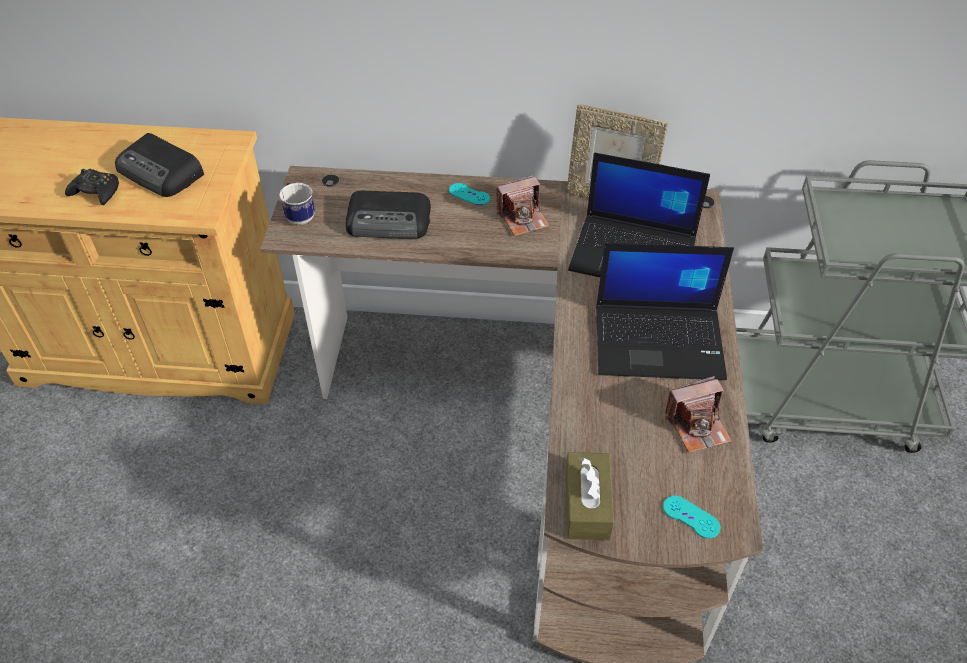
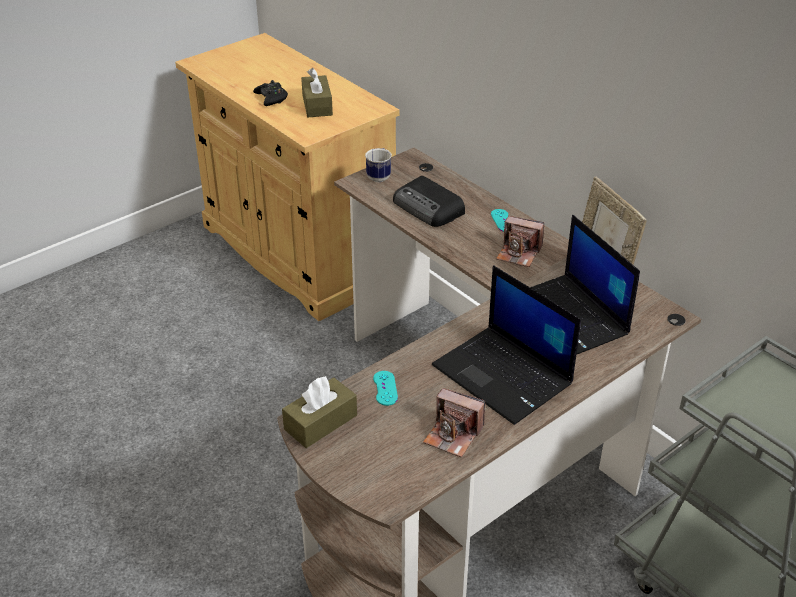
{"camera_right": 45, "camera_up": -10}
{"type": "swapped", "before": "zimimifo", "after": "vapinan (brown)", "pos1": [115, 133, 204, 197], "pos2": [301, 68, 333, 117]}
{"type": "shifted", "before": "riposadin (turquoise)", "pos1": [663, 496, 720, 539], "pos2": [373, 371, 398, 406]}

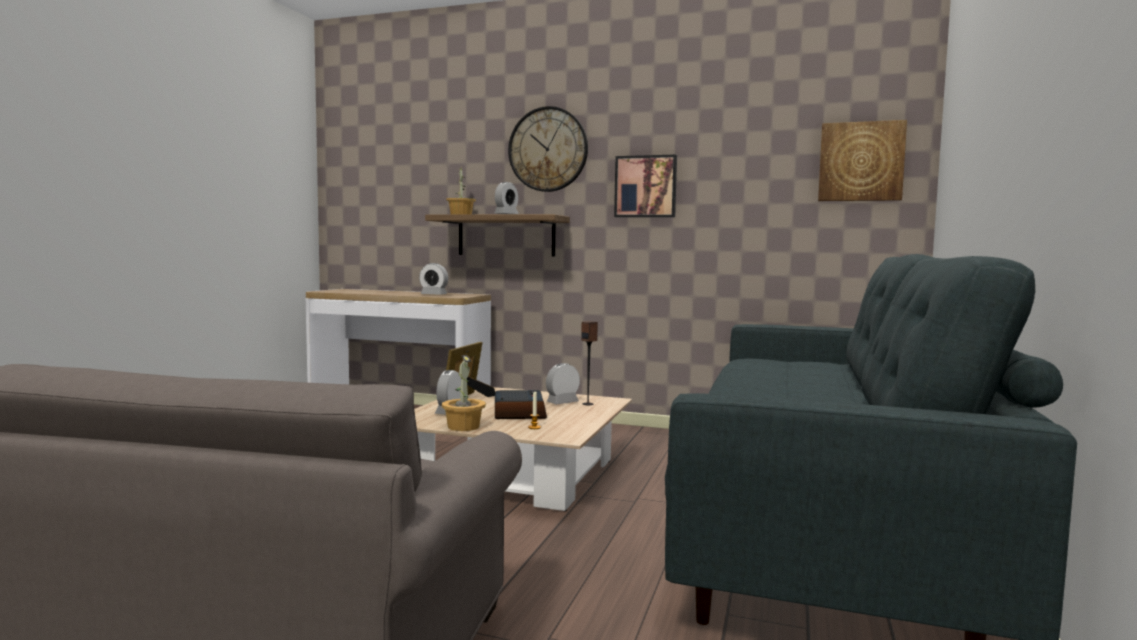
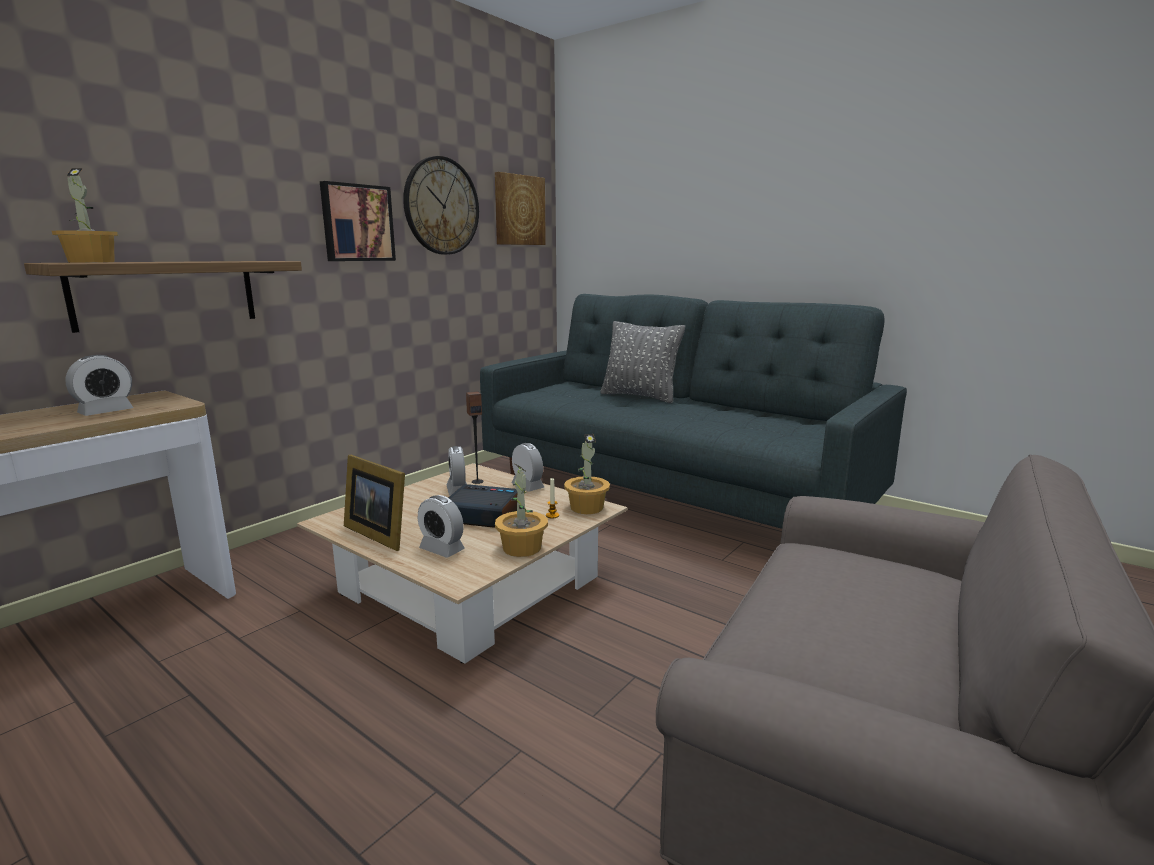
{"camera_right": -70, "camera_up": 10}
{"type": "shifted", "before": "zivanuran", "pos1": [508, 106, 588, 192], "pos2": [403, 156, 479, 255]}
{"type": "shifted", "before": "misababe", "pos1": [494, 182, 519, 214], "pos2": [512, 443, 544, 492]}
{"type": "new", "after": "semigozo", "pos2": [564, 434, 610, 514]}
{"type": "new", "after": "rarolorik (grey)", "pos2": [600, 321, 685, 403]}

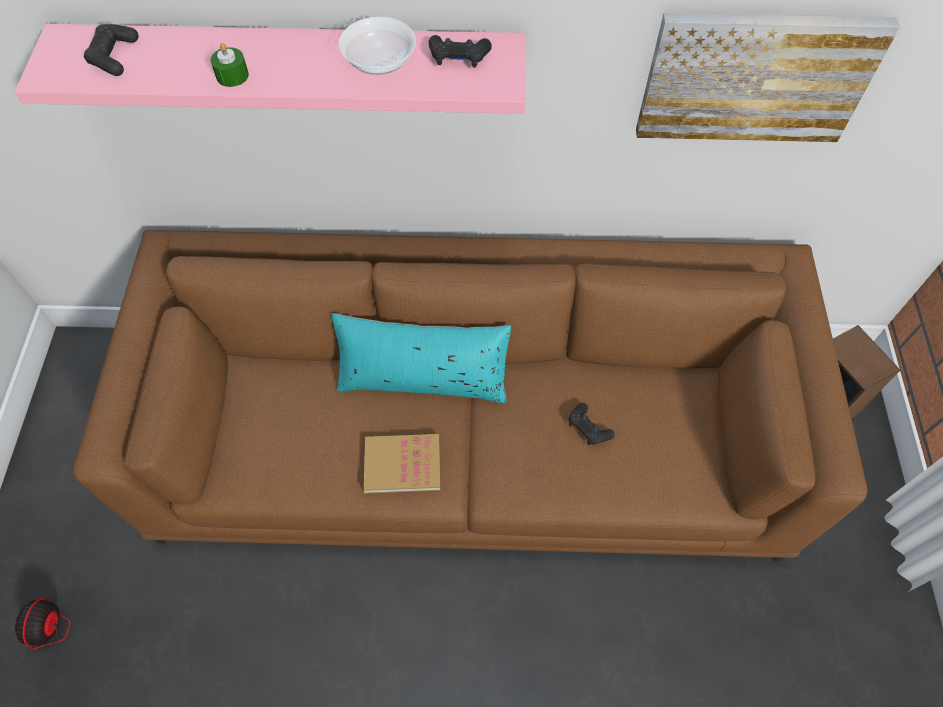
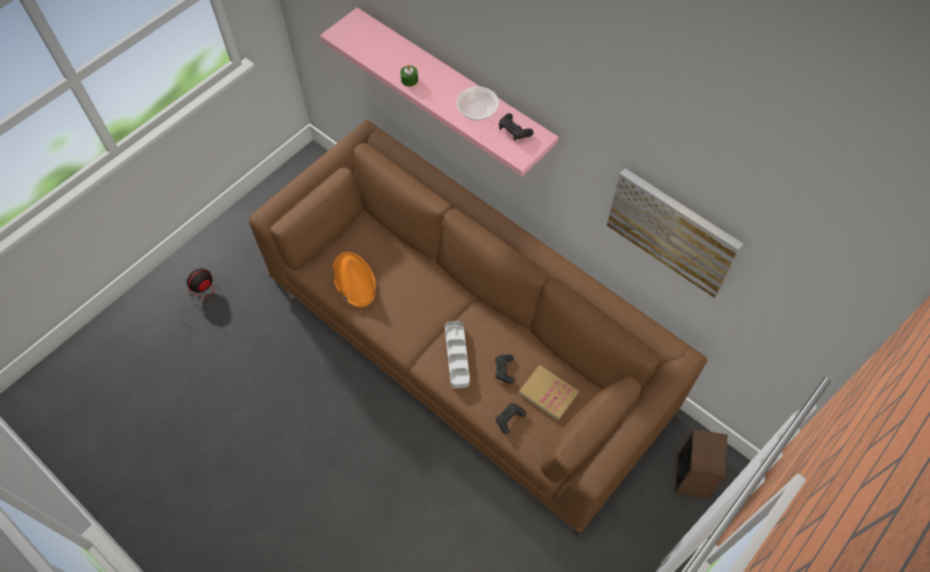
{"camera_right": 40, "camera_up": 0}
{"type": "new", "after": "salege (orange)", "pos2": [333, 252, 376, 307]}
{"type": "new", "after": "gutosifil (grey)", "pos2": [445, 321, 470, 388]}
{"type": "shifted", "before": "riposadin (black)", "pos1": [84, 24, 138, 76], "pos2": [496, 403, 526, 434]}
{"type": "shifted", "before": "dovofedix", "pos1": [364, 434, 440, 494], "pos2": [518, 365, 579, 421]}
{"type": "gone", "before": "rarolorik (turquoise)", "pos1": [332, 313, 511, 403]}

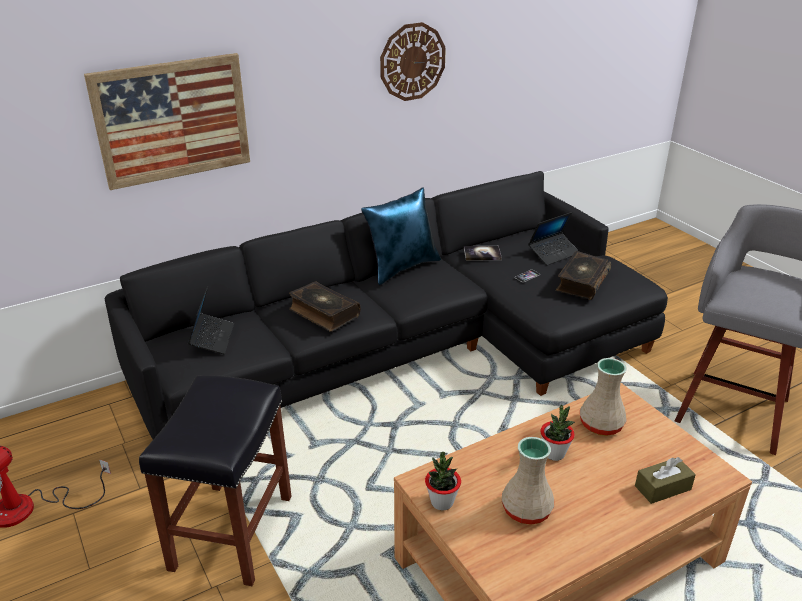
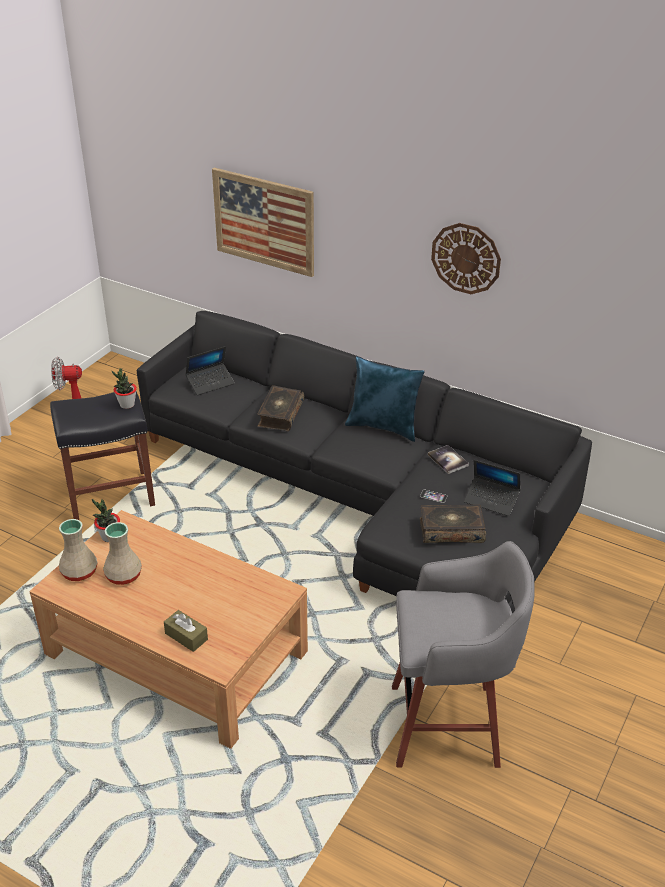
{"camera_right": 60, "camera_up": 5}
{"type": "shifted", "before": "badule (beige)", "pos1": [580, 358, 627, 436], "pos2": [59, 519, 97, 581]}
{"type": "shifted", "before": "semigozo", "pos1": [540, 405, 575, 461], "pos2": [112, 368, 137, 409]}

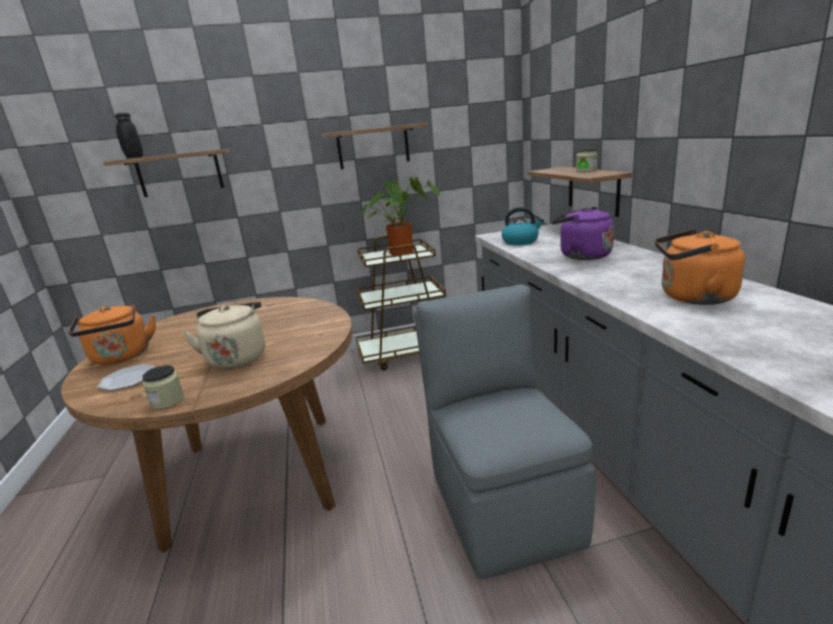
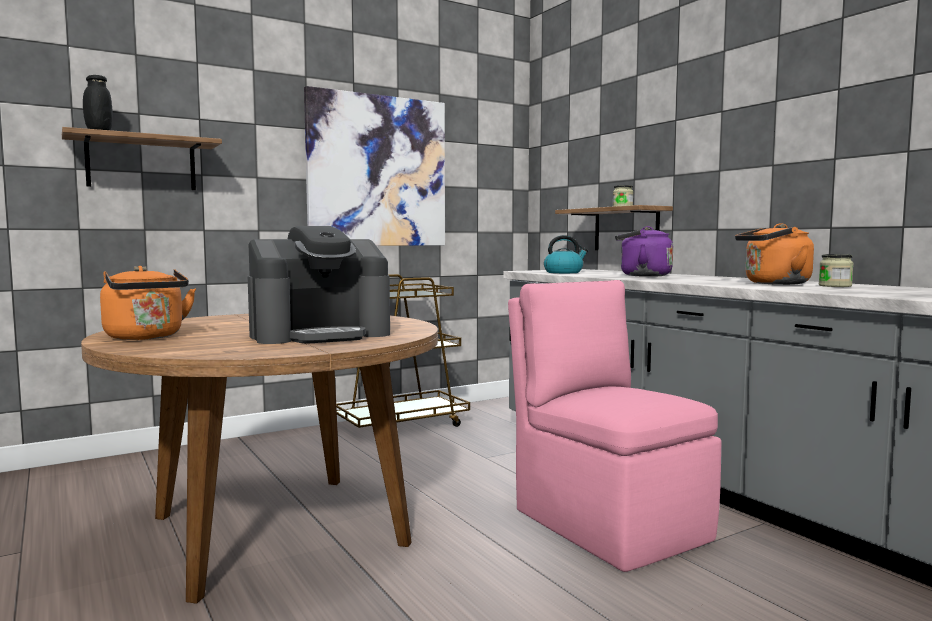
{"camera_right": -20, "camera_up": -15}
{"type": "swapped", "before": "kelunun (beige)", "after": "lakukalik", "pos1": [183, 302, 265, 369], "pos2": [248, 226, 390, 344]}
{"type": "swapped", "before": "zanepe", "after": "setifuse", "pos1": [322, 123, 428, 169], "pos2": [304, 86, 445, 246]}
{"type": "repainted", "before": "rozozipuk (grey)", "after": "rozozipuk (pink)", "pos1": [414, 284, 596, 579], "pos2": [508, 280, 721, 572]}
{"type": "shifted", "before": "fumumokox", "pos1": [142, 365, 184, 409], "pos2": [819, 254, 854, 287]}
{"type": "gone", "before": "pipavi", "pos1": [98, 364, 156, 391]}
{"type": "gone", "before": "semigozo", "pos1": [362, 177, 440, 255]}

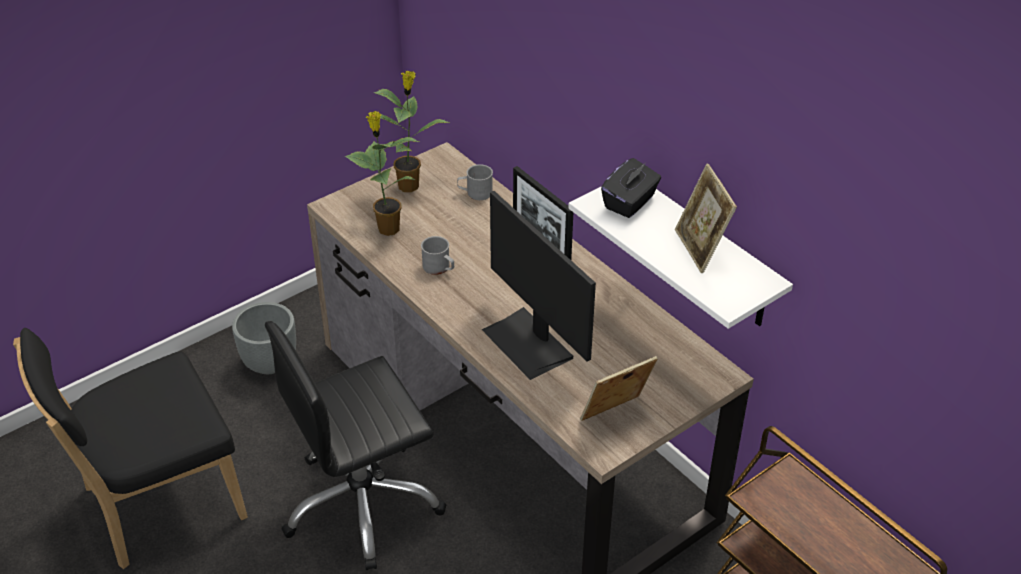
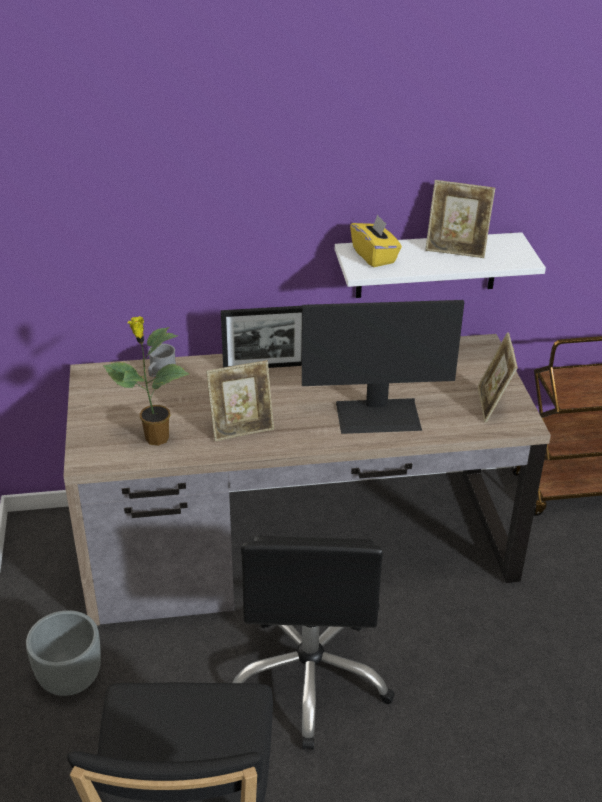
{"camera_right": -60, "camera_up": -5}
{"type": "swapped", "before": "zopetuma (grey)", "after": "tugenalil", "pos1": [421, 236, 454, 275], "pos2": [206, 360, 274, 441]}
{"type": "repainted", "before": "vapinan (black)", "after": "vapinan (yellow)", "pos1": [601, 158, 661, 218], "pos2": [350, 214, 402, 267]}
{"type": "gone", "before": "semigozo", "pos1": [373, 71, 450, 192]}

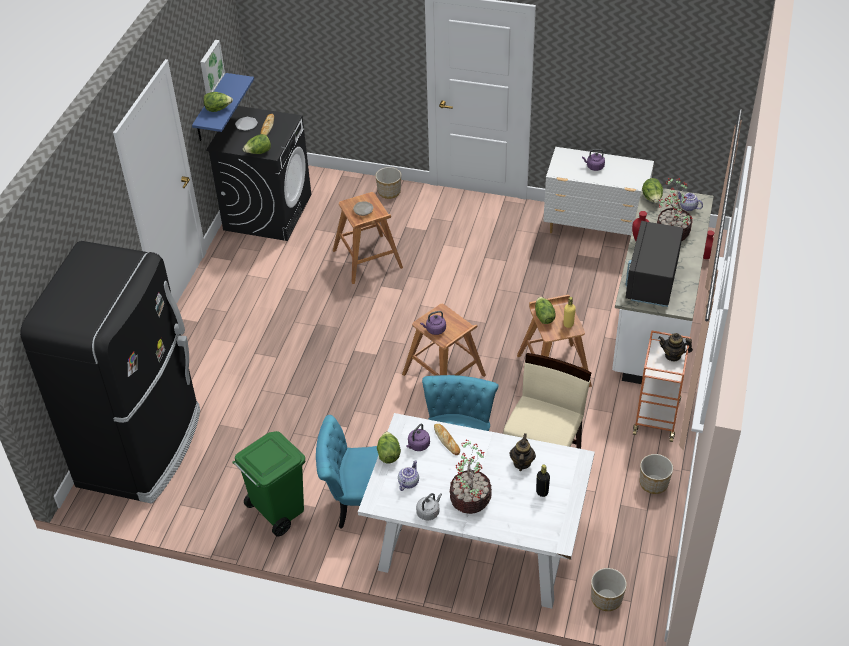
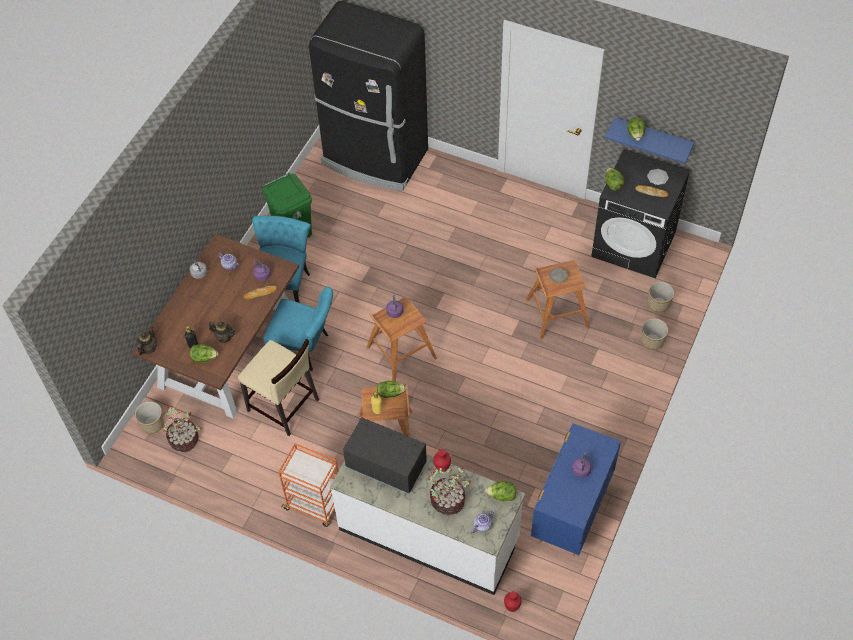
{"camera_right": 100, "camera_up": 10}
{"type": "repainted", "before": "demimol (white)", "after": "demimol (brown)", "pos1": [358, 413, 595, 609], "pos2": [133, 234, 299, 419]}
{"type": "shifted", "before": "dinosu", "pos1": [658, 333, 693, 361], "pos2": [137, 327, 157, 356]}
{"type": "shifted", "before": "semigozo", "pos1": [450, 439, 492, 514], "pos2": [163, 406, 203, 452]}
{"type": "shifted", "before": "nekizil", "pos1": [377, 431, 401, 463], "pos2": [190, 344, 218, 363]}
{"type": "repainted", "before": "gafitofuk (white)", "after": "gafitofuk (blue)", "pos1": [543, 147, 654, 235], "pos2": [531, 423, 621, 556]}
{"type": "shifted", "before": "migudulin", "pos1": [640, 454, 673, 494], "pos2": [648, 282, 674, 313]}
{"type": "gone", "before": "setifuse", "pos1": [200, 40, 225, 94]}

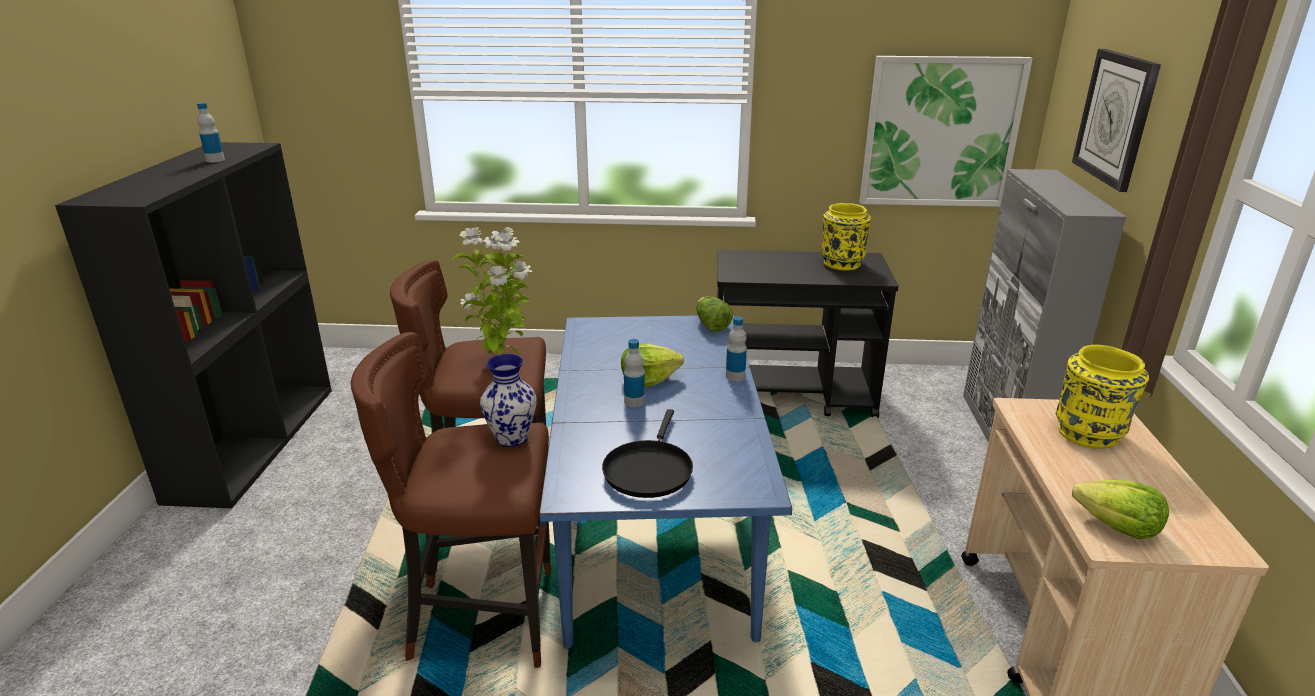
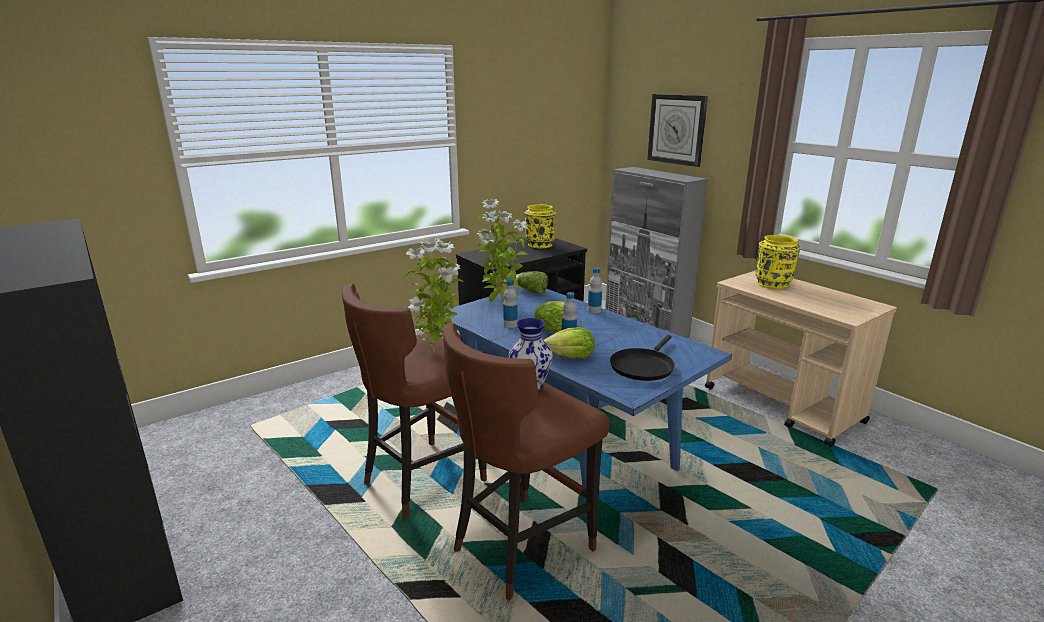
{"camera_right": -40, "camera_up": -5}
{"type": "new", "after": "semigozo", "pos2": [477, 199, 528, 304]}
{"type": "shifted", "before": "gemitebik", "pos1": [197, 102, 225, 162], "pos2": [503, 279, 518, 328]}
{"type": "shifted", "before": "nekizil", "pos1": [1072, 480, 1169, 539], "pos2": [543, 327, 595, 359]}
{"type": "rotated", "before": "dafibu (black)", "pos1": [602, 409, 693, 498], "pos2": [610, 335, 675, 381], "turn": 60}
{"type": "gone", "before": "setifuse", "pos1": [859, 56, 1033, 207]}

